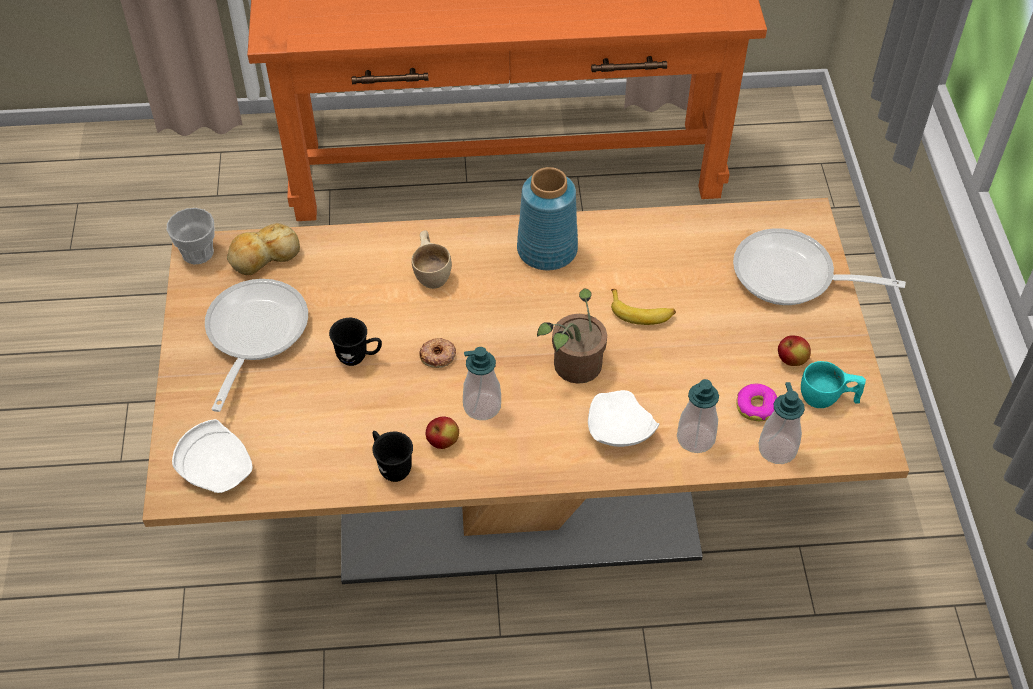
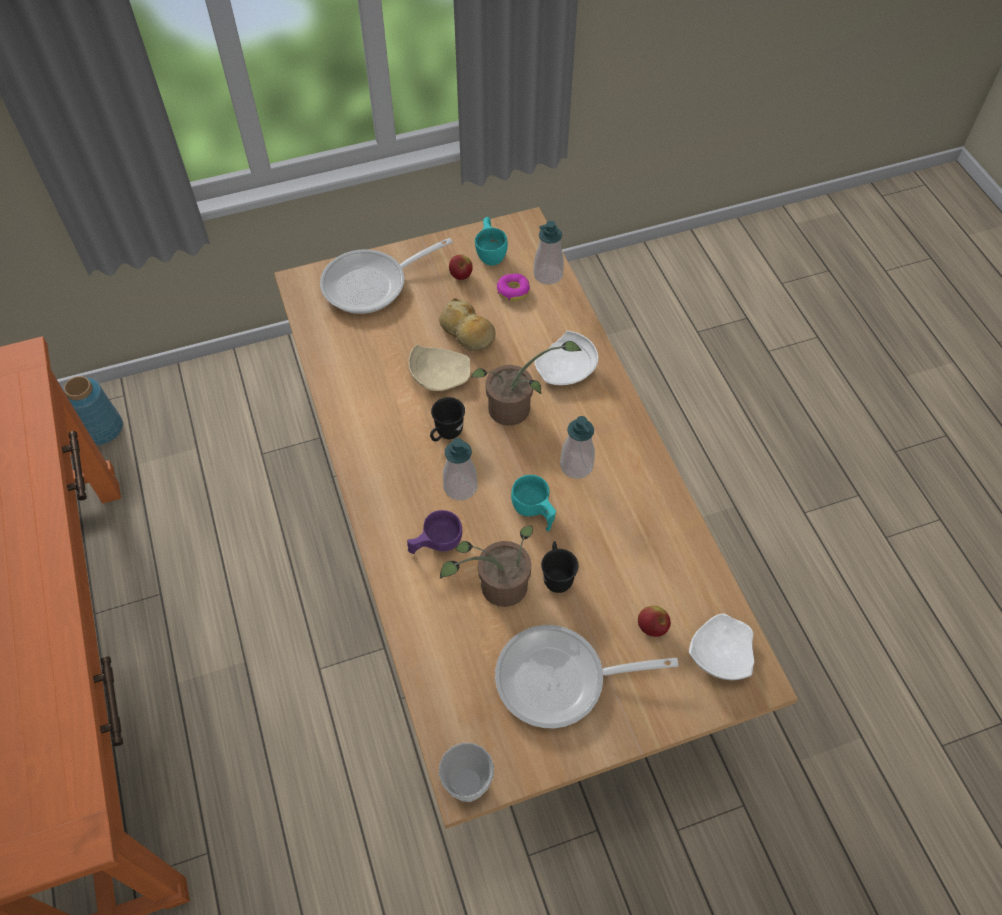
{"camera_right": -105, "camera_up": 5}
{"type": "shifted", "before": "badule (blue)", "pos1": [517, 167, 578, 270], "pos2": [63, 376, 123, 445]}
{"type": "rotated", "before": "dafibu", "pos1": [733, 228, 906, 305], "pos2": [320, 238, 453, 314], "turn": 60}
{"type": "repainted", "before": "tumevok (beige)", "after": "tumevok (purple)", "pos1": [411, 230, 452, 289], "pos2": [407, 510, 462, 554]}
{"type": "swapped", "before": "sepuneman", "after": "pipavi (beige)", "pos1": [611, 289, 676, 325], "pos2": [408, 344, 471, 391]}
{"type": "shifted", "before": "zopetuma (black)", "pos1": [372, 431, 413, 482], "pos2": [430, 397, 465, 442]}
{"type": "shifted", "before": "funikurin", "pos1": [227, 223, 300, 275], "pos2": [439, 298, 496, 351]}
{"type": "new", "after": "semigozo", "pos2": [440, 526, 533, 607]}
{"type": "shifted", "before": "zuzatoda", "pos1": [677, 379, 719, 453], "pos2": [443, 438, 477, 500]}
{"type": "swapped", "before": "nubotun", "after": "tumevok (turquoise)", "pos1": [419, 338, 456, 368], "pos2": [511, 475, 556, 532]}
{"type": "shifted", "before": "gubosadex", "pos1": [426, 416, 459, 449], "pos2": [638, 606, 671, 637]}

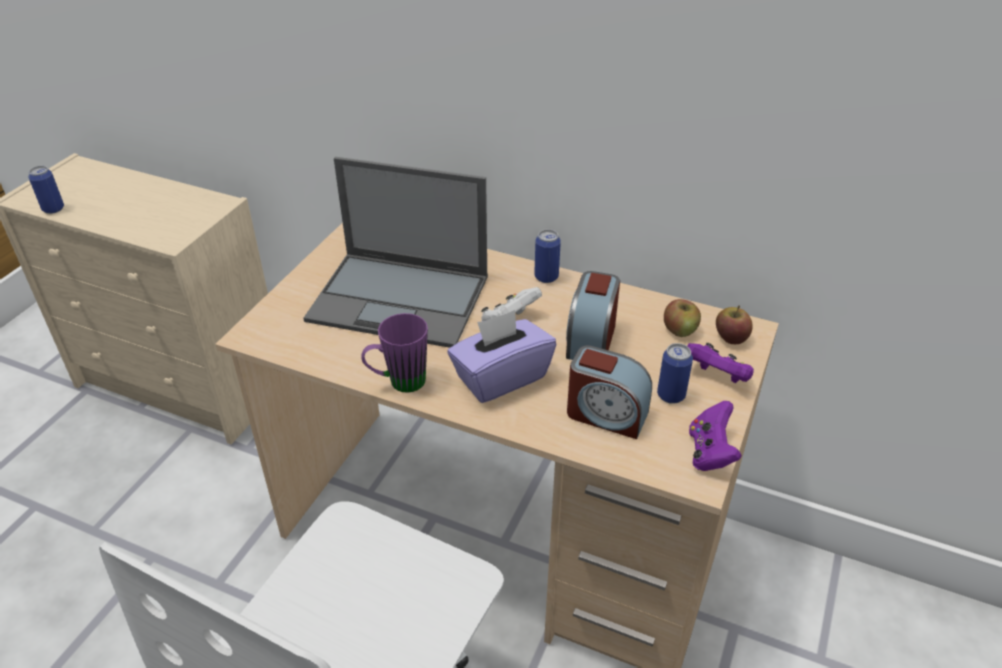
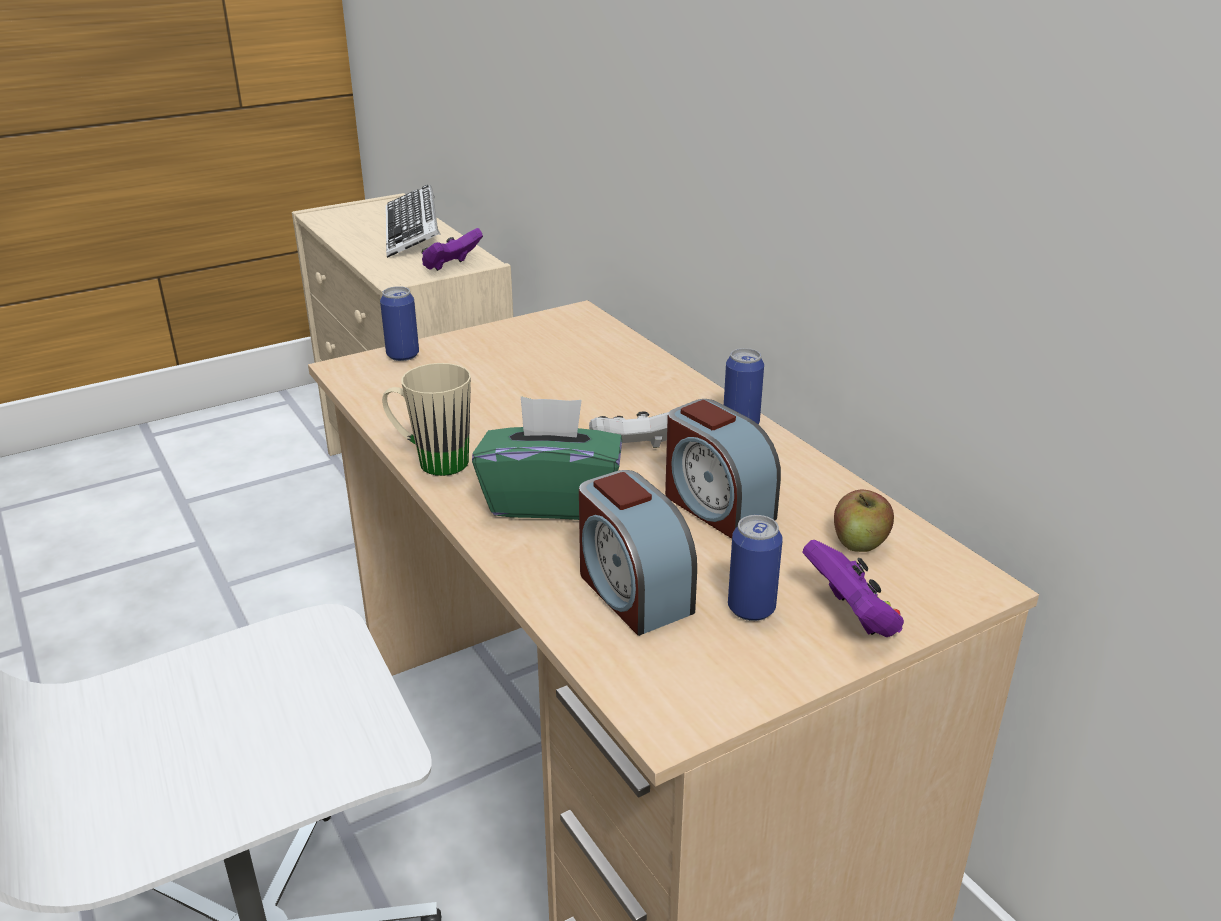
{"camera_right": 35, "camera_up": -10}
{"type": "shifted", "before": "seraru", "pos1": [28, 166, 64, 214], "pos2": [380, 286, 419, 361]}
{"type": "repainted", "before": "zopetuma (purple)", "after": "zopetuma (beige)", "pos1": [361, 313, 428, 393], "pos2": [382, 363, 471, 476]}
{"type": "new", "after": "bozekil", "pos2": [386, 184, 440, 258]}
{"type": "shifted", "before": "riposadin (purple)", "pos1": [689, 401, 742, 471], "pos2": [421, 228, 483, 271]}
{"type": "repainted", "before": "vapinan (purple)", "after": "vapinan (green)", "pos1": [448, 310, 556, 403], "pos2": [472, 396, 622, 520]}
{"type": "rotated", "before": "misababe", "pos1": [566, 271, 620, 360], "pos2": [665, 399, 781, 539], "turn": -90}
{"type": "gone", "before": "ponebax", "pos1": [303, 157, 488, 348]}
{"type": "gone", "before": "gubosadex", "pos1": [716, 305, 753, 344]}

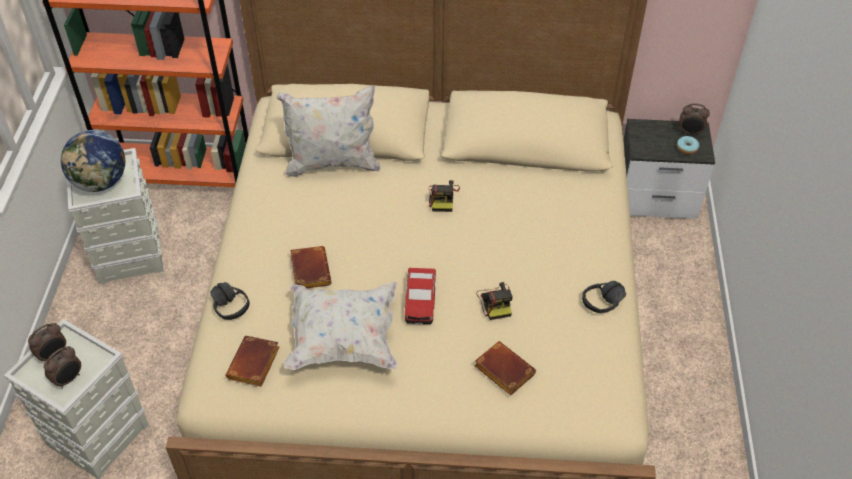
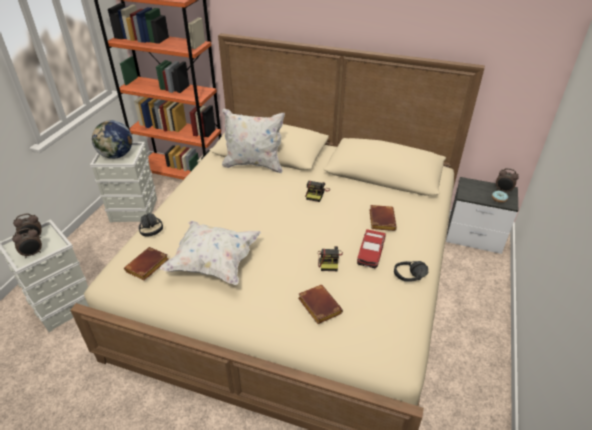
{"camera_right": 15, "camera_up": -10}
{"type": "shifted", "before": "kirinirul", "pos1": [405, 268, 436, 324], "pos2": [357, 229, 385, 268]}
{"type": "shifted", "before": "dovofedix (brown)", "pos1": [290, 246, 332, 288], "pos2": [369, 205, 397, 231]}

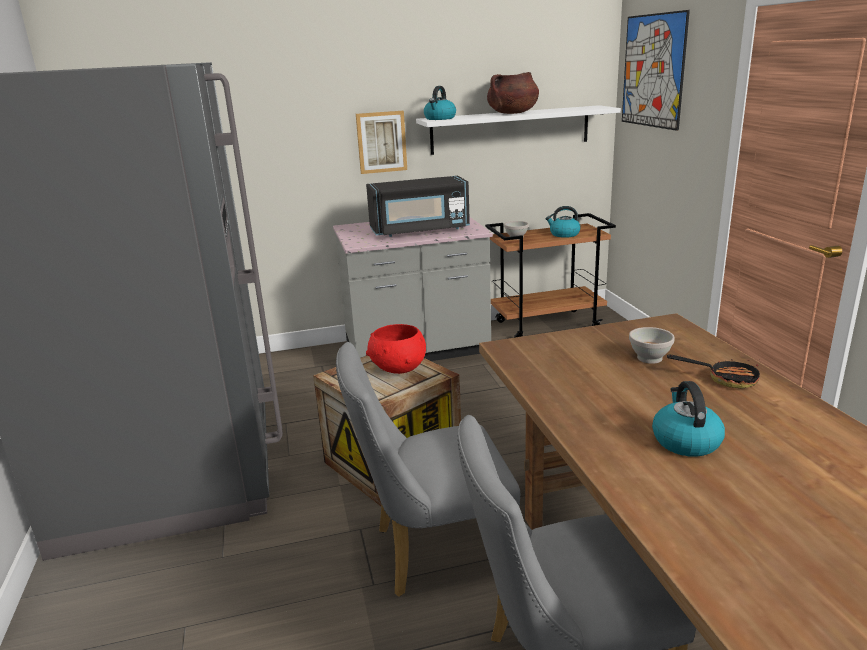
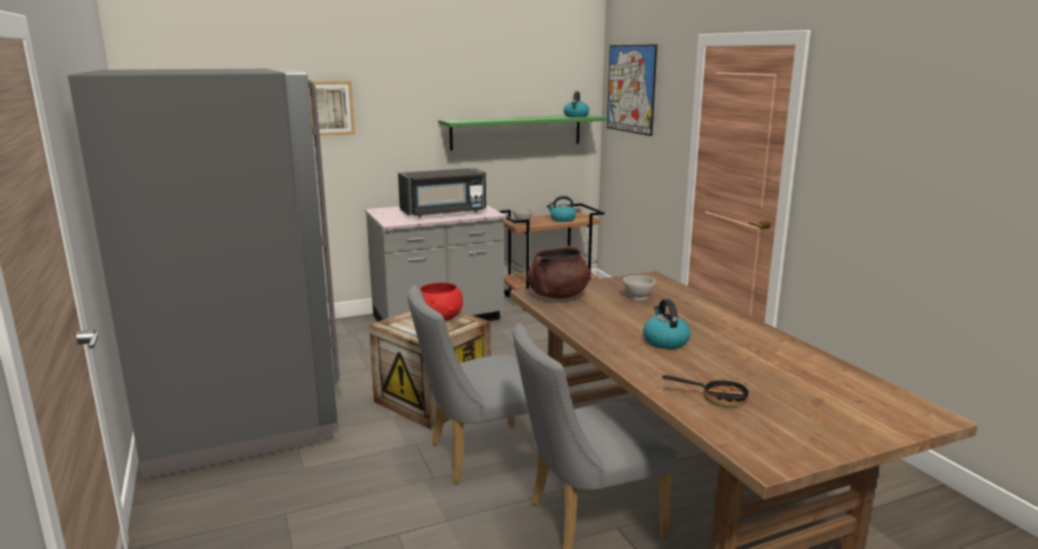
{"camera_right": -10, "camera_up": -5}
{"type": "shifted", "before": "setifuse", "pos1": [356, 111, 407, 174], "pos2": [308, 81, 355, 136]}
{"type": "repainted", "before": "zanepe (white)", "after": "zanepe (green)", "pos1": [416, 105, 621, 155], "pos2": [438, 114, 606, 151]}
{"type": "shifted", "before": "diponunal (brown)", "pos1": [487, 72, 539, 114], "pos2": [527, 246, 590, 299]}
{"type": "shifted", "before": "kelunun", "pos1": [424, 86, 456, 120], "pos2": [563, 91, 589, 117]}
{"type": "shifted", "before": "dafibu", "pos1": [667, 355, 760, 388], "pos2": [662, 375, 749, 407]}

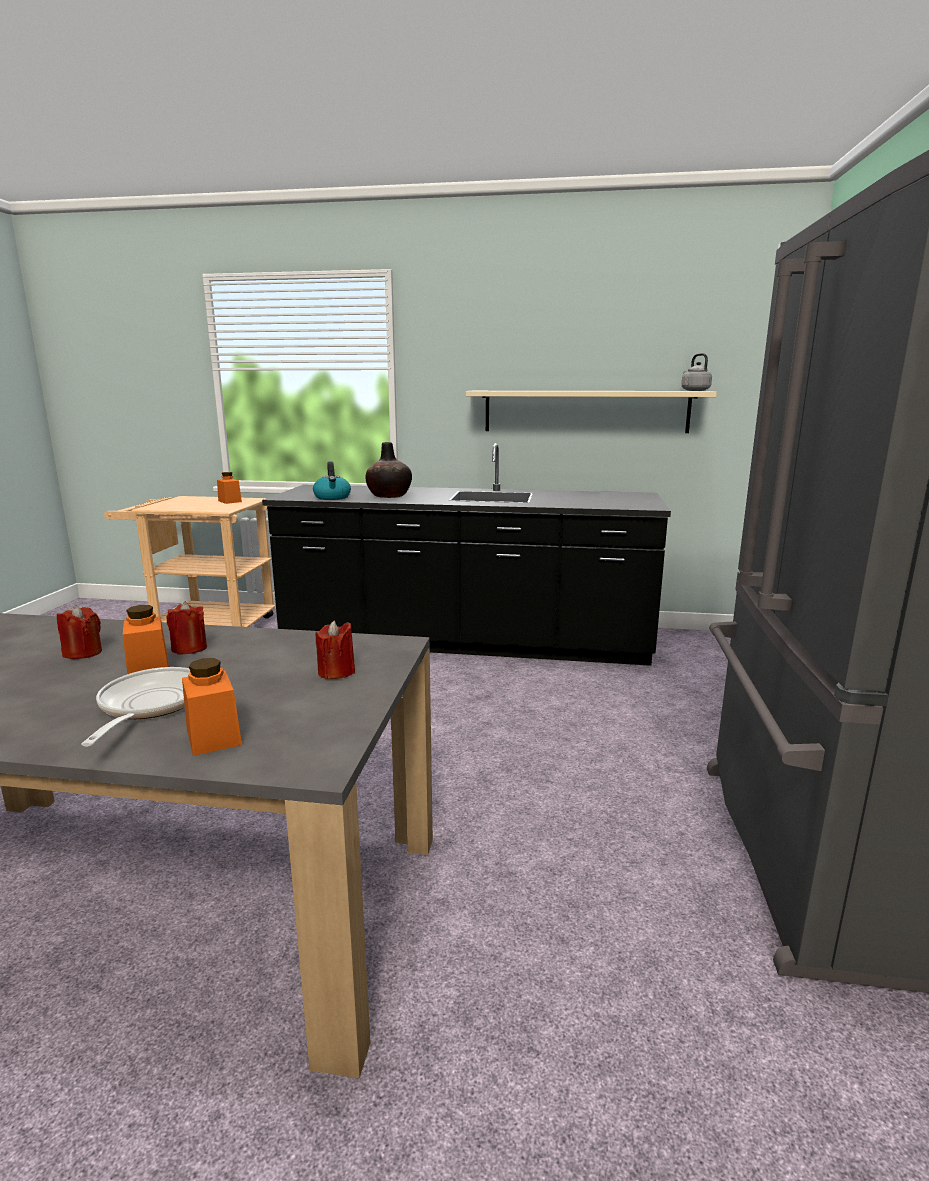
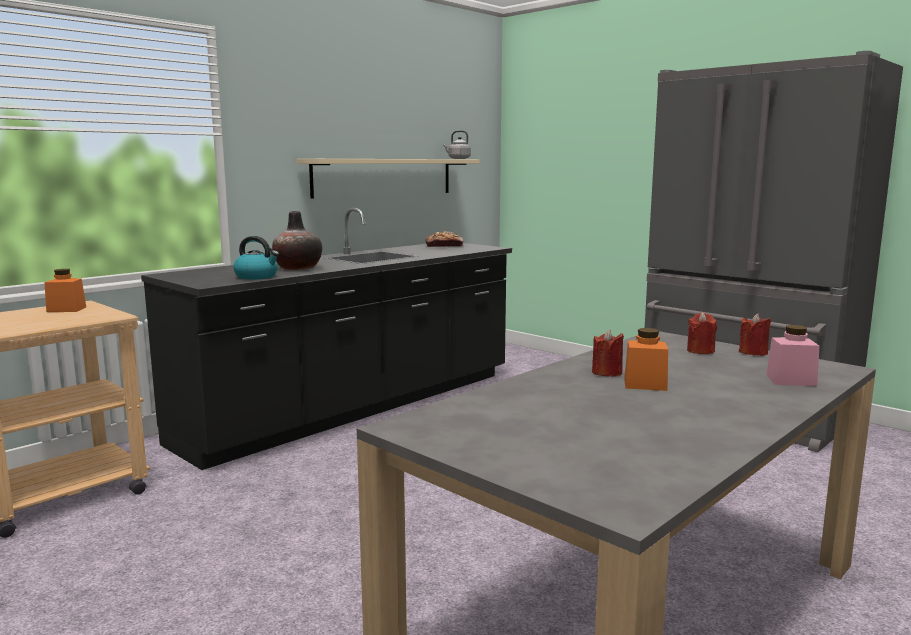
{"camera_right": -55, "camera_up": -5}
{"type": "new", "after": "funikurin", "pos2": [425, 231, 463, 247]}
{"type": "shifted", "before": "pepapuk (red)", "pos1": [57, 606, 102, 659], "pos2": [739, 314, 771, 356]}
{"type": "repainted", "before": "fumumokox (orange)", "after": "fumumokox (pink)", "pos1": [182, 658, 242, 756], "pos2": [766, 325, 820, 386]}
{"type": "gone", "before": "dafibu", "pos1": [81, 667, 190, 746]}

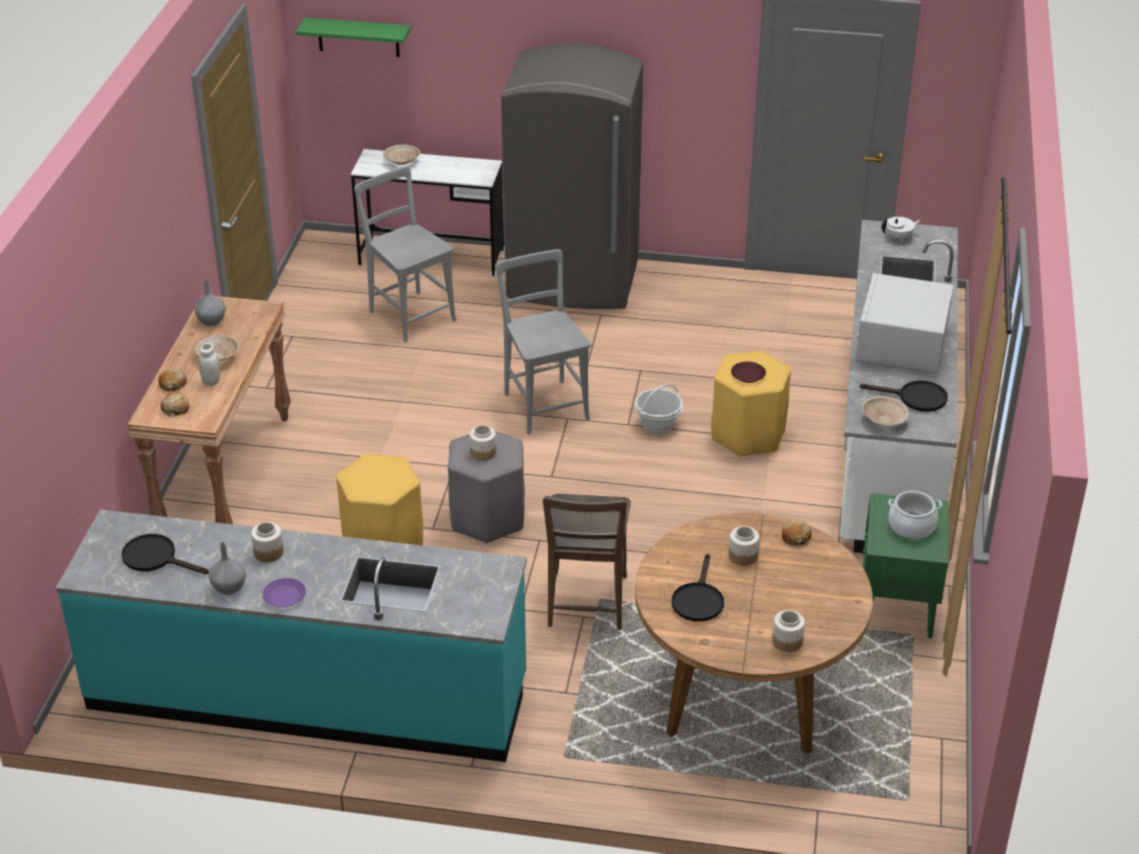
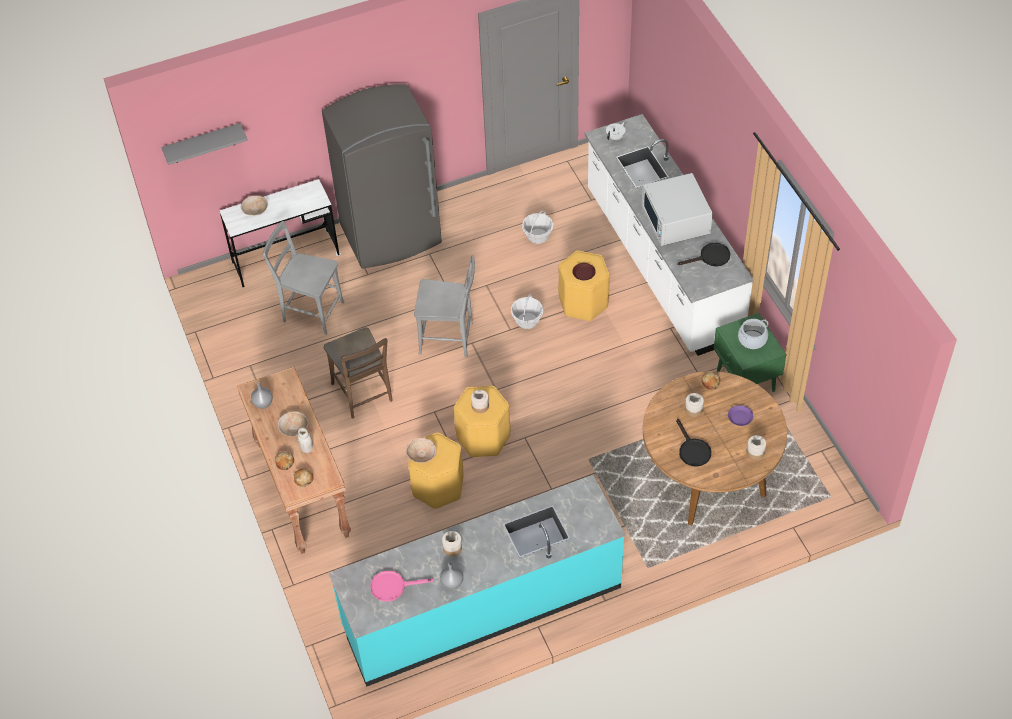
{"camera_right": -30, "camera_up": 15}
{"type": "repainted", "before": "zanepe (green)", "after": "zanepe (grey)", "pos1": [296, 17, 411, 57], "pos2": [161, 123, 248, 165]}
{"type": "shifted", "before": "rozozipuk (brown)", "pos1": [543, 494, 631, 630], "pos2": [324, 327, 393, 418]}
{"type": "repainted", "before": "dafibu (black)", "after": "dafibu (pink)", "pos1": [122, 534, 209, 574], "pos2": [370, 571, 434, 602]}
{"type": "shifted", "before": "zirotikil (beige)", "pos1": [862, 396, 909, 426], "pos2": [405, 438, 437, 463]}
{"type": "rotated", "before": "rozozipuk (grey)", "pos1": [496, 249, 591, 434], "pos2": [414, 255, 475, 357], "turn": 150}
{"type": "repainted", "before": "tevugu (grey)", "after": "tevugu (yellow)", "pos1": [448, 431, 525, 543], "pos2": [454, 386, 510, 457]}
{"type": "new", "after": "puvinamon", "pos2": [522, 210, 553, 244]}
{"type": "shifted", "before": "pipavi (purple)", "pos1": [263, 578, 306, 608], "pos2": [728, 405, 753, 426]}

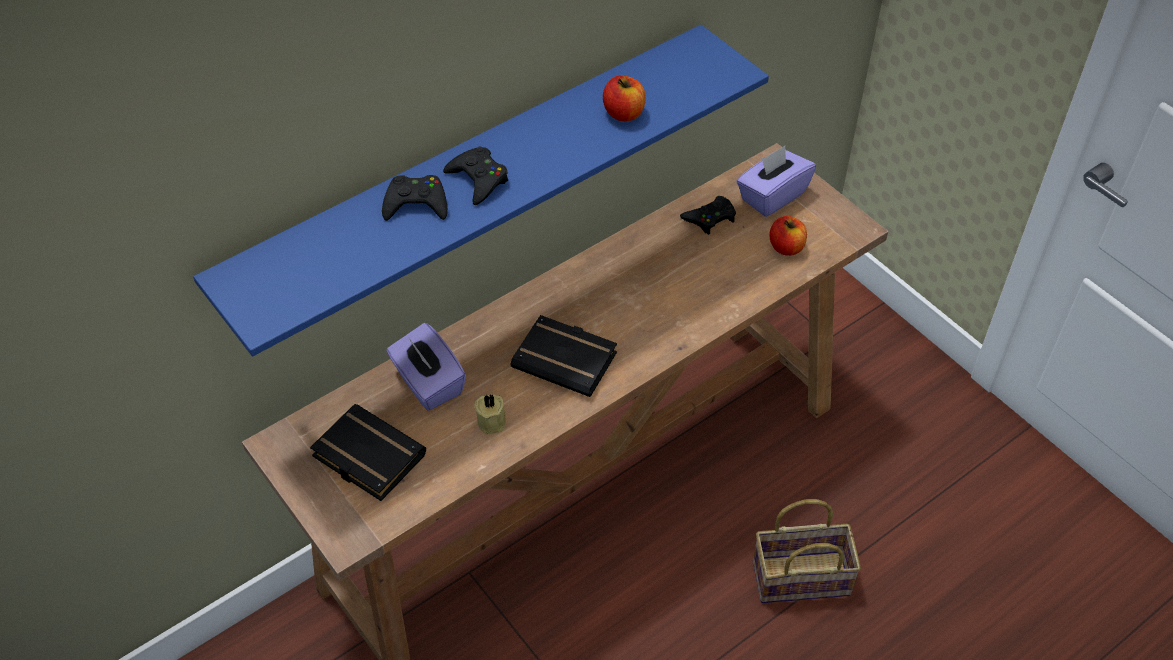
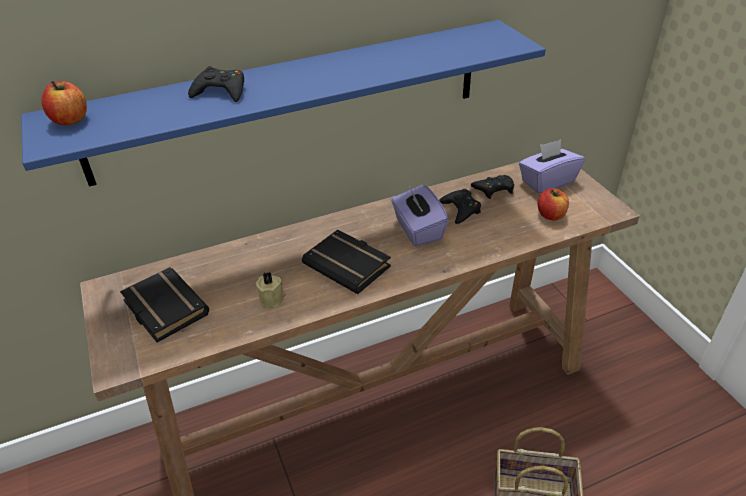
{"camera_right": 15, "camera_up": -10}
{"type": "shifted", "before": "gubosadex", "pos1": [603, 75, 646, 121], "pos2": [41, 81, 87, 125]}
{"type": "shifted", "before": "vapinan (purple)", "pos1": [387, 323, 466, 411], "pos2": [391, 184, 449, 246]}
{"type": "shifted", "before": "riposadin (black)", "pos1": [443, 147, 508, 205], "pos2": [439, 189, 481, 224]}

